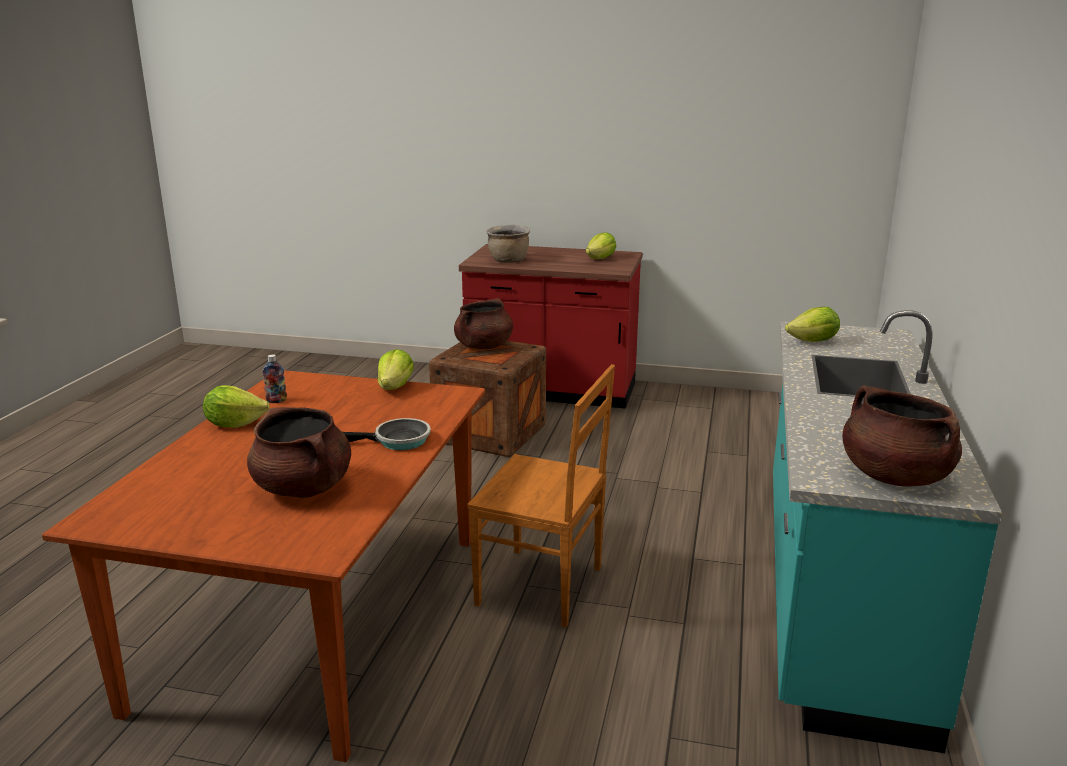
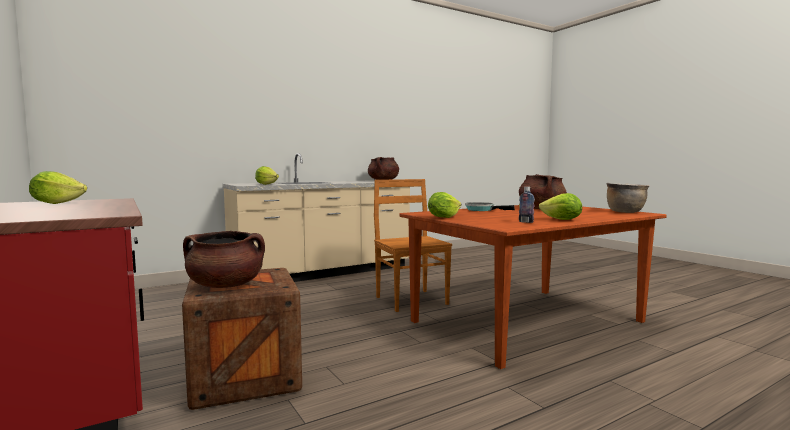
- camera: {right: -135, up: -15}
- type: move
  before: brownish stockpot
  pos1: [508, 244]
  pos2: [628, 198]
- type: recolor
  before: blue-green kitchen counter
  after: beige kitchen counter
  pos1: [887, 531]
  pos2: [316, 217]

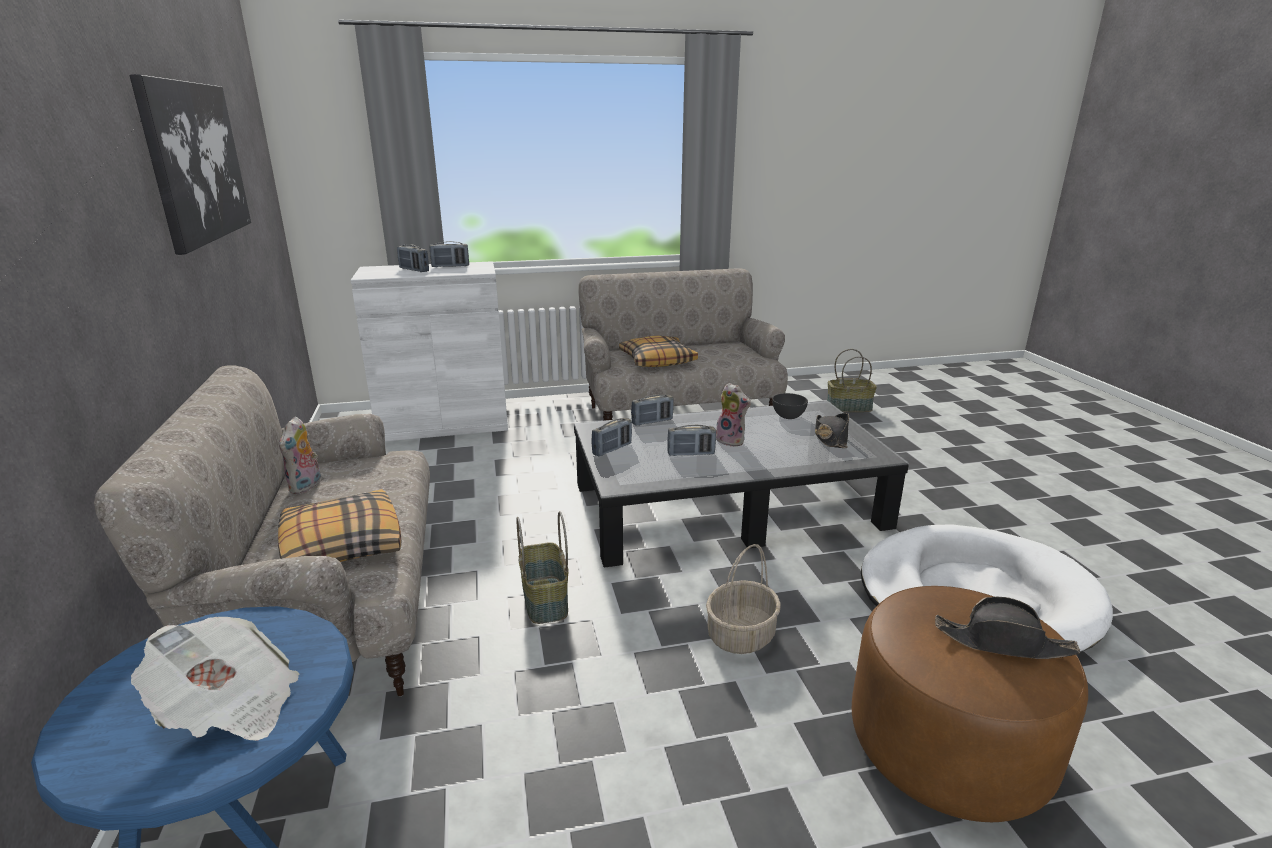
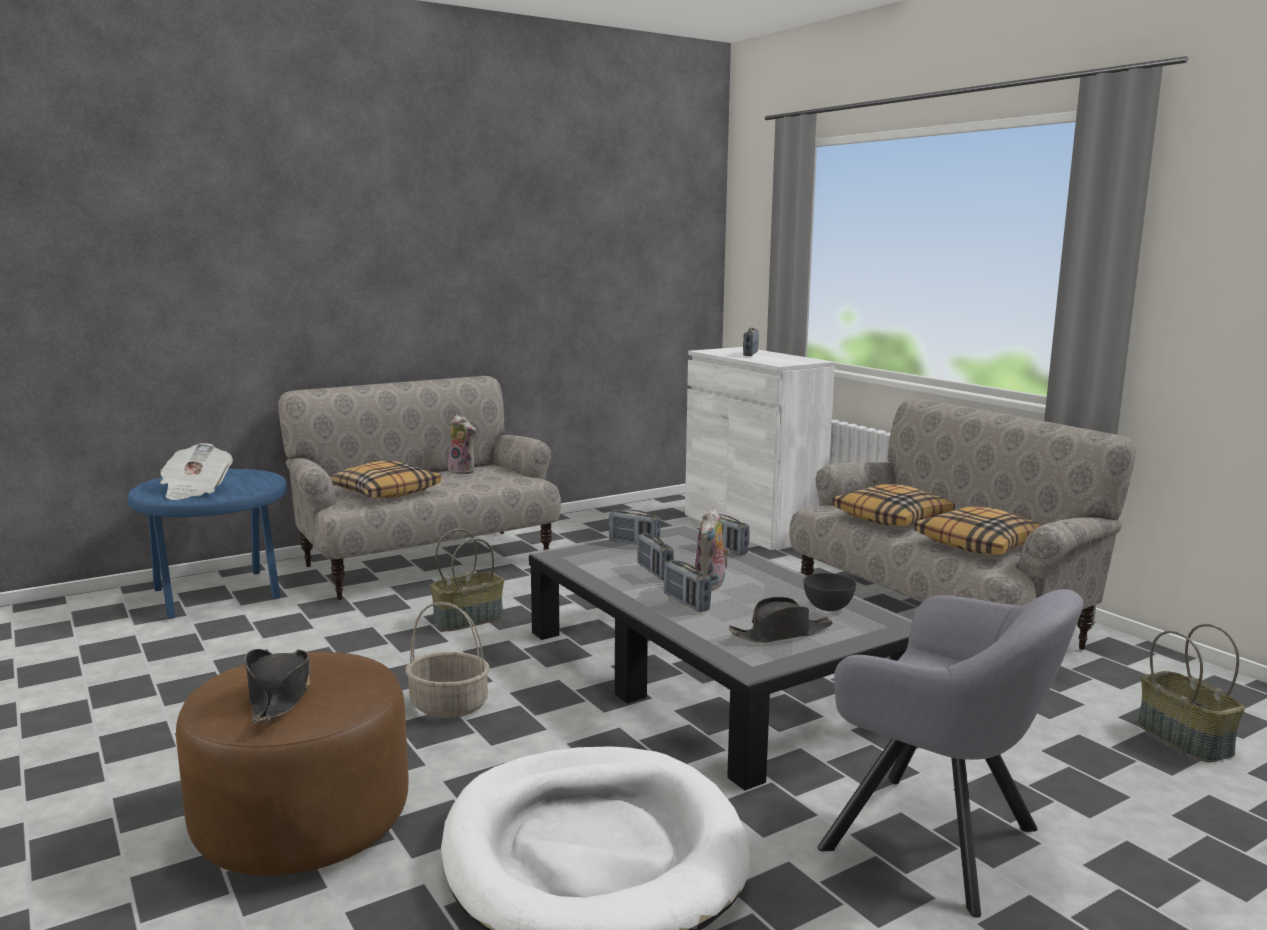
- camera: {right: 70, up: -10}
- type: delete
  before: picture
  pos1: [190, 164]
- type: rotate
  before: plush toy
  pos1: [300, 455]
  pos2: [461, 444]
  turn: -135
- type: move
  before: radio
  pos1: [449, 254]
  pos2: [687, 586]
- type: insert
  after: gray lounge chair
  pos2: [950, 753]
- type: insert
  after: cushion
  pos2: [978, 531]

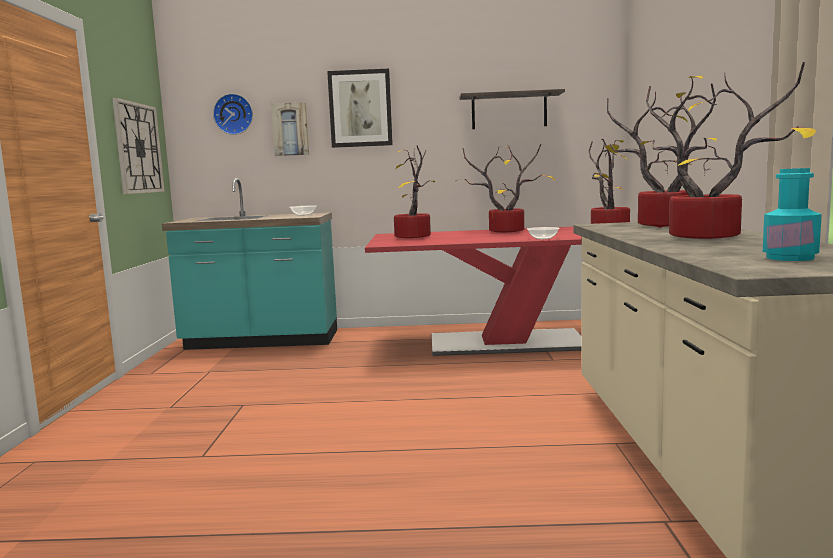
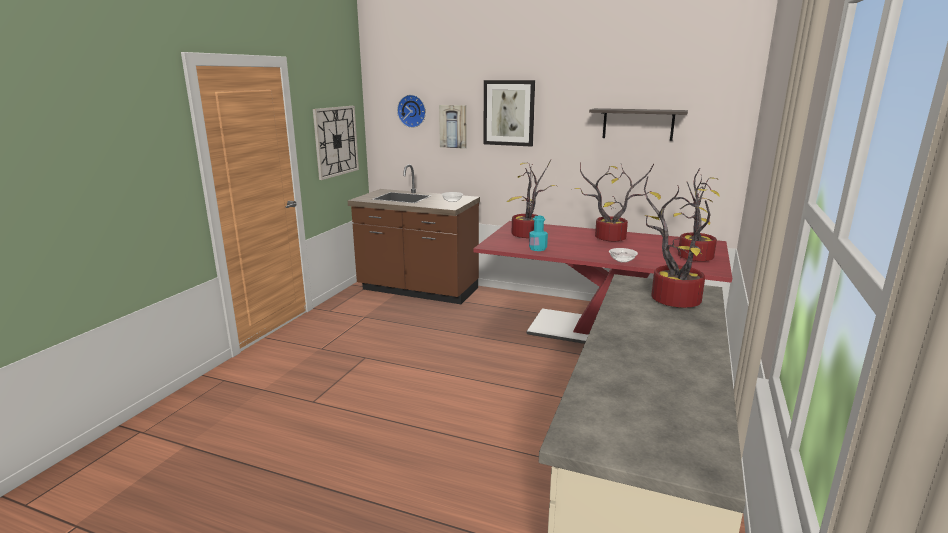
- camera: {right: 20, up: 10}
- type: recolor
  before: blue-green kitchen counter
  after: brownish kitchen counter
  pos1: [249, 264]
  pos2: [414, 234]
- type: delete
  before: houseplant
  pos1: [728, 150]
- type: move
  before: blue-green bottle
  pos1: [792, 214]
  pos2: [538, 233]

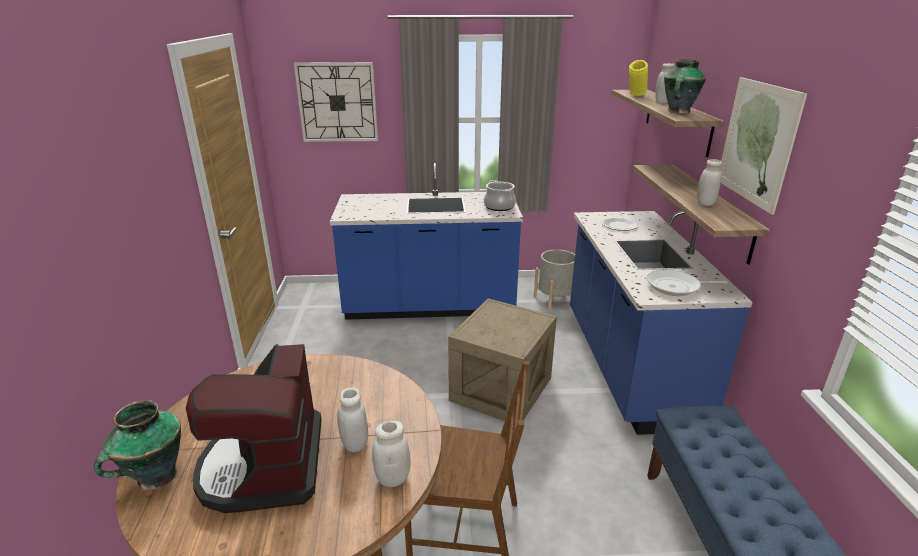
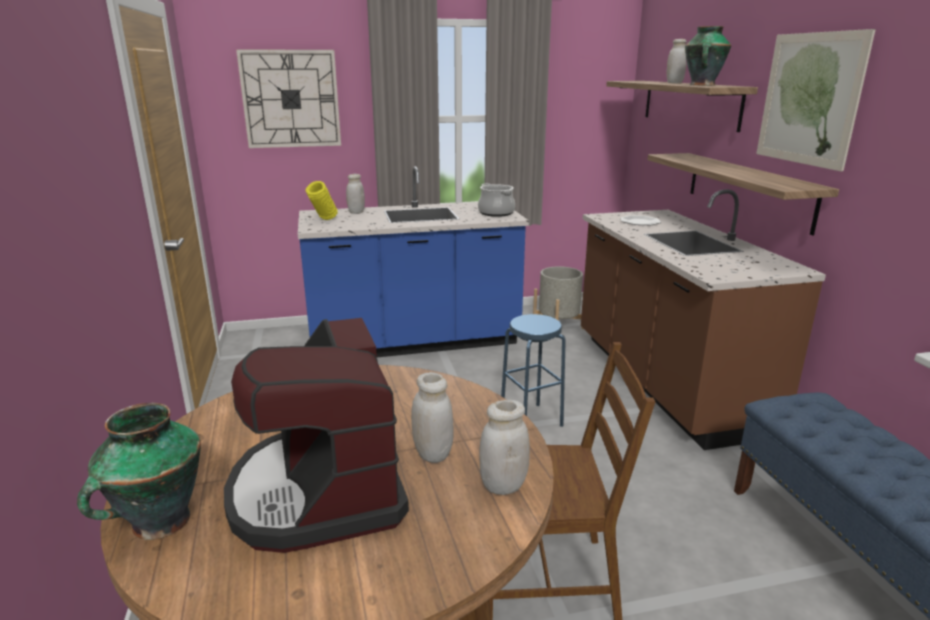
- camera: {right: -10, up: -5}
- type: replace
  before: packing crate
  after: blue stool seat
  pos1: [502, 360]
  pos2: [533, 370]
- type: recolor
  before: blue kitchen counter
  after: brownish kitchen counter
  pos1: [661, 323]
  pos2: [703, 319]
- type: move
  before: yellowish flower vase
  pos1: [638, 78]
  pos2: [321, 200]
- type: delete
  before: frying pan
  pos1: [687, 283]
- type: move
  before: white-coloured storage jar
  pos1: [709, 182]
  pos2: [355, 194]

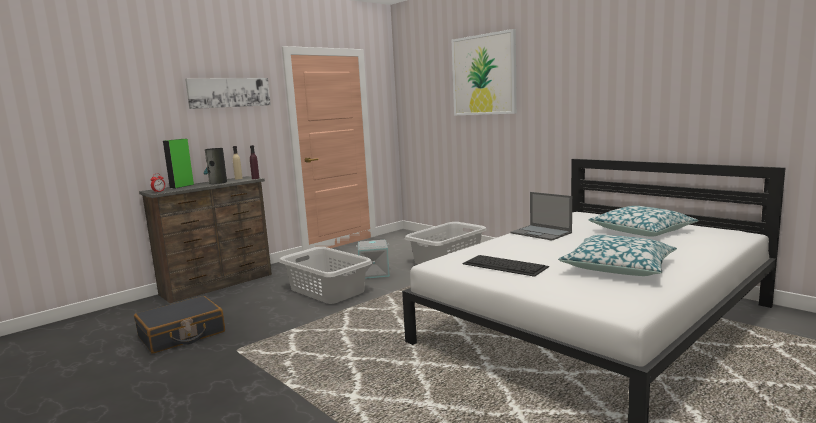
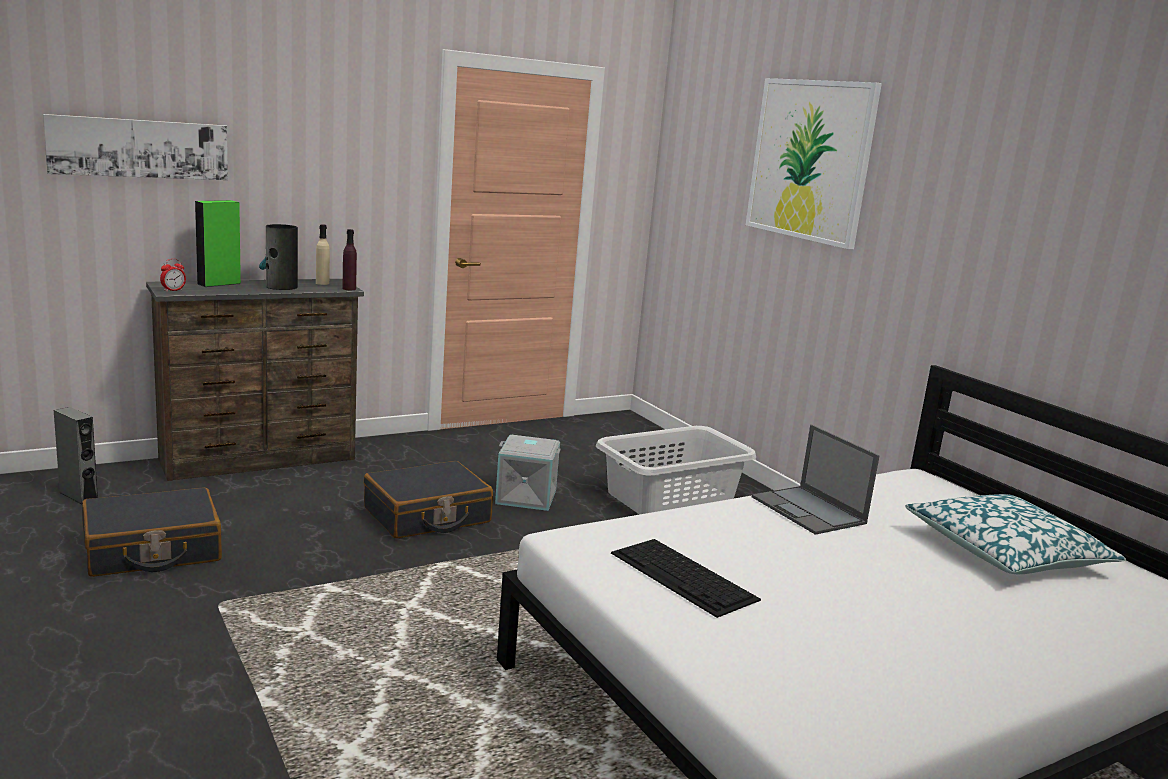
- camera: {right: 10, up: 5}
- type: move
  before: picture
  pos1: [228, 93]
  pos2: [135, 147]
- type: replace
  before: gray washing basket
  after: black-coloured suitcase
  pos1: [325, 275]
  pos2: [428, 499]
- type: delete
  before: cushion
  pos1: [617, 255]
- type: insert
  after: gray speaker
  pos2: [76, 456]

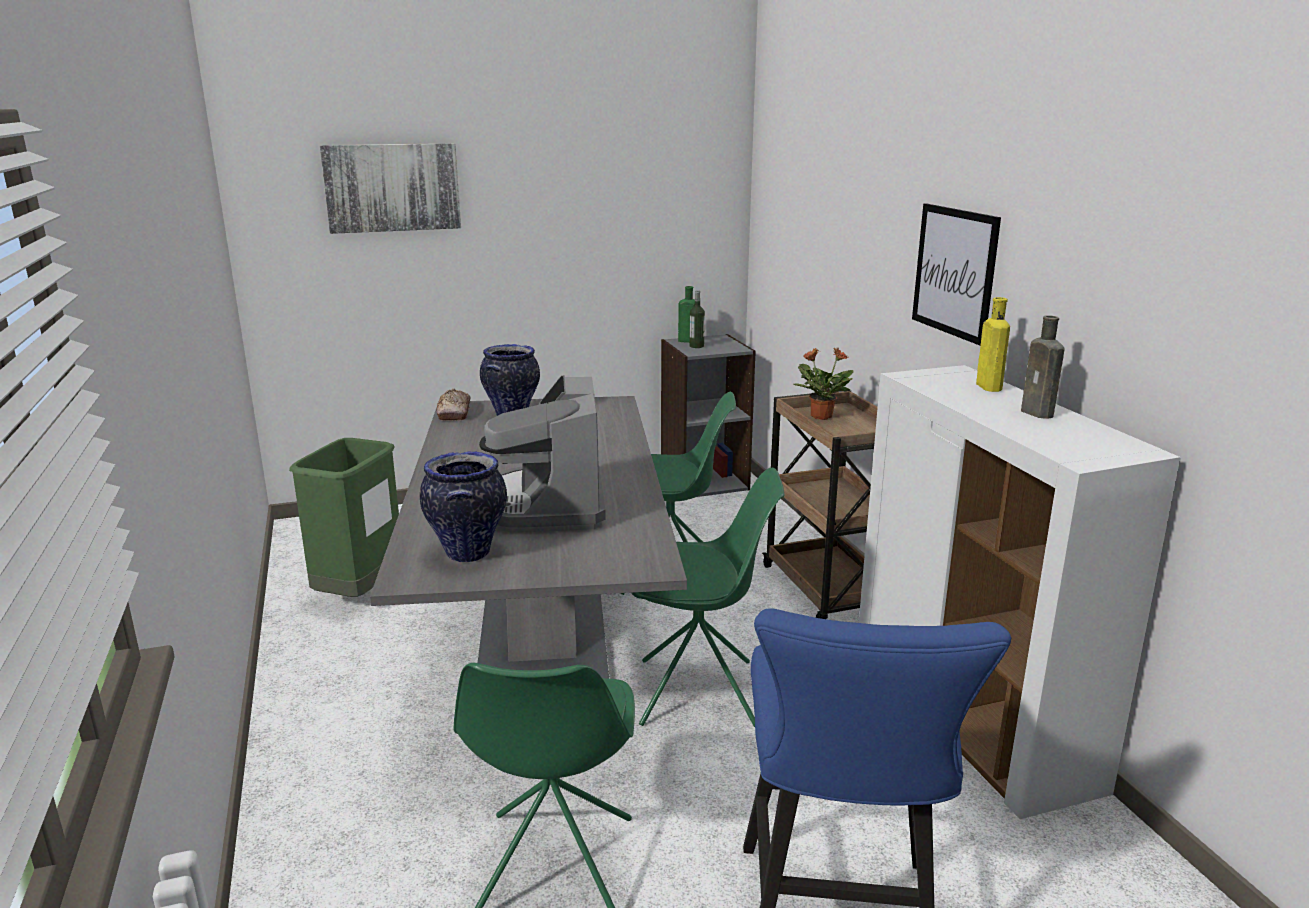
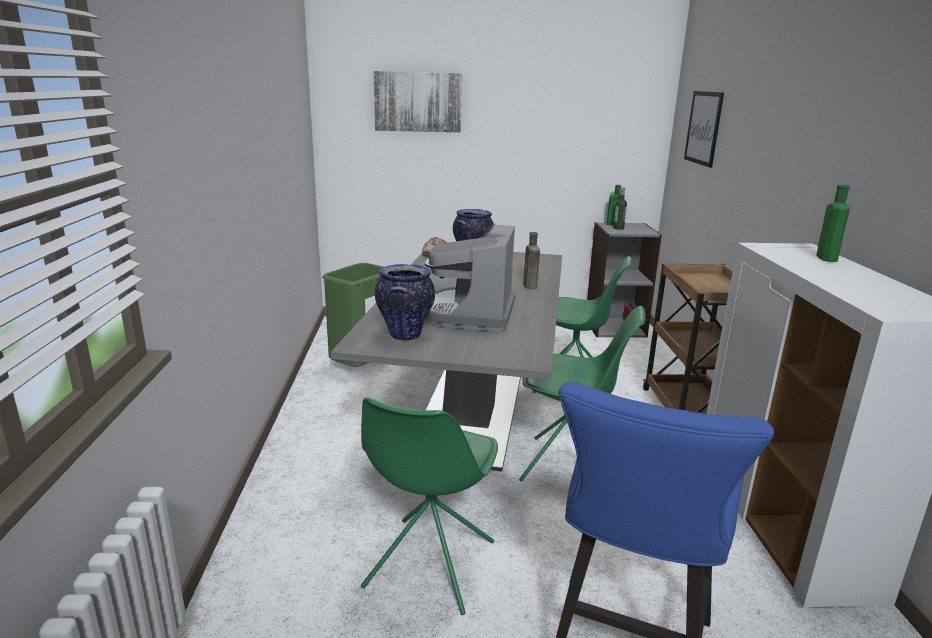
- camera: {right: 15, up: 0}
- type: delete
  before: houseplant
  pos1: [824, 383]
- type: move
  before: picture
  pos1: [956, 274]
  pos2: [704, 129]
- type: recolor
  before: yellowish bottle
  after: green-coloured bottle
  pos1: [993, 344]
  pos2: [833, 223]
- type: move
  before: brownish bottle
  pos1: [1043, 367]
  pos2: [531, 260]

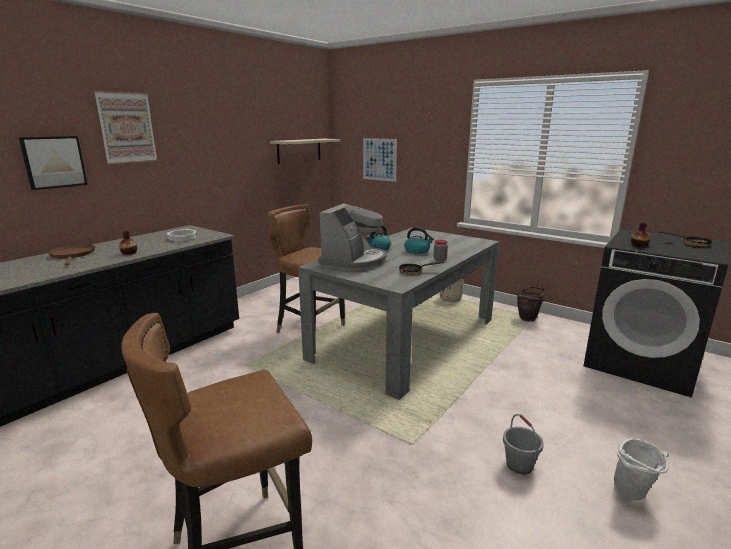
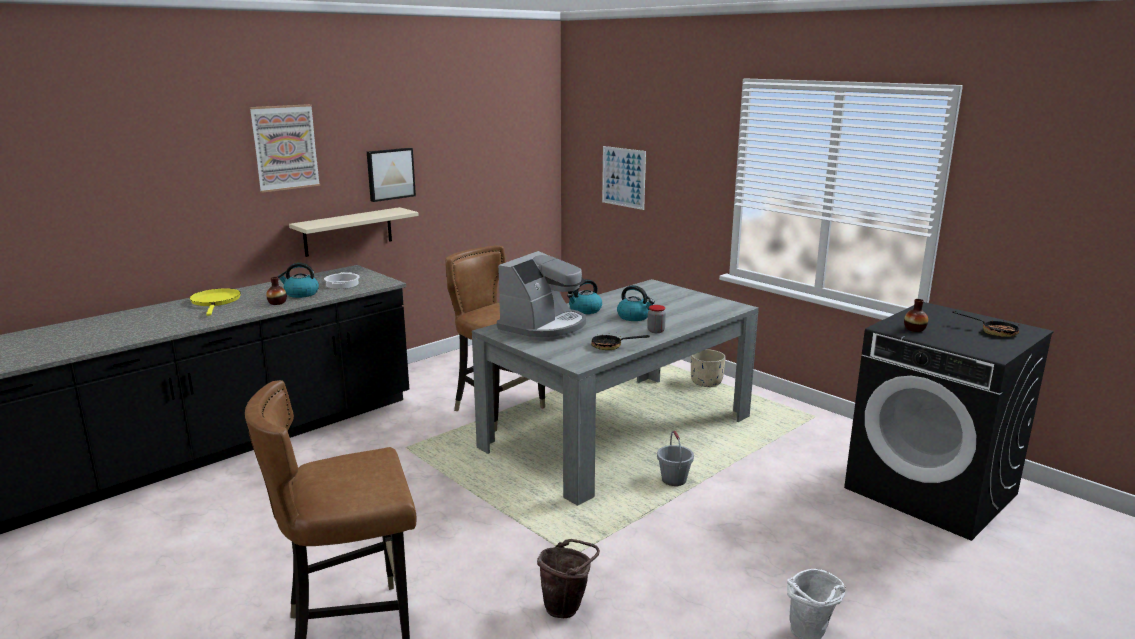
- camera: {right: 10, up: 0}
- type: move
  before: picture
  pos1: [53, 163]
  pos2: [391, 175]
- type: recolor
  before: brownish frying pan
  after: yellowish frying pan
  pos1: [71, 254]
  pos2: [215, 302]
- type: move
  before: beige bracket shelf
  pos1: [305, 151]
  pos2: [354, 232]
- type: move
  before: gray bucket
  pos1: [523, 444]
  pos2: [675, 458]
- type: move
  before: brownish bucket
  pos1: [530, 304]
  pos2: [568, 578]
- type: insert
  after: kettle
  pos2: [298, 280]

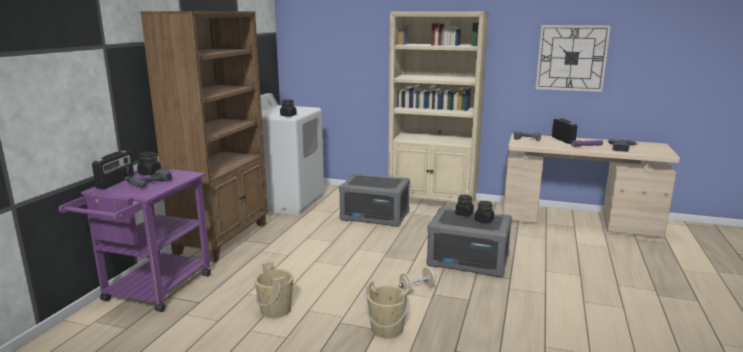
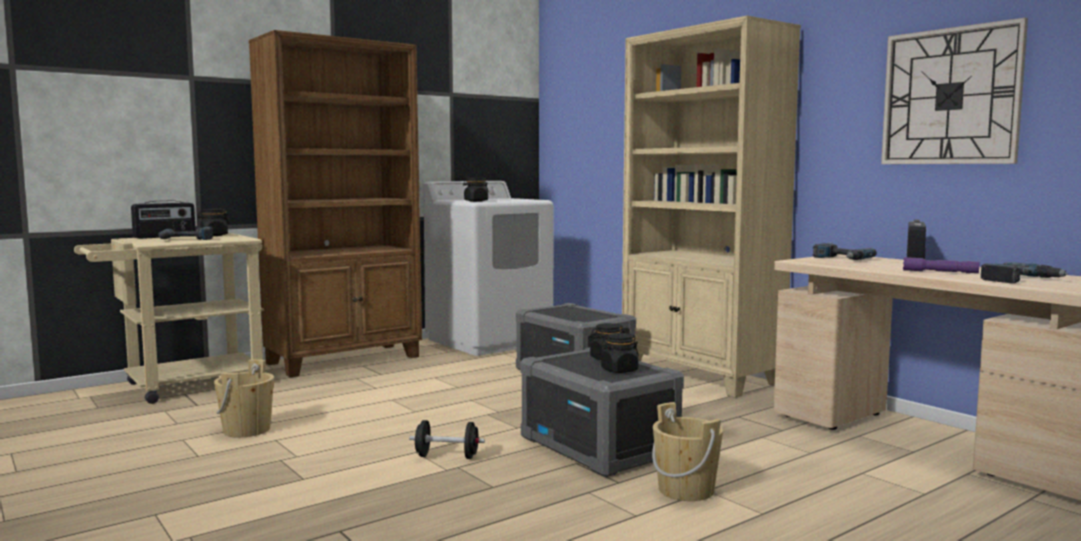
- camera: {right: 35, up: -10}
- type: recolor
  before: purplish trolley
  after: beige trolley
  pos1: [134, 240]
  pos2: [170, 318]
- type: move
  before: beige bucket
  pos1: [387, 309]
  pos2: [687, 451]
- type: recolor
  before: beige dumbbell
  after: black-coloured dumbbell
  pos1: [417, 280]
  pos2: [447, 439]

